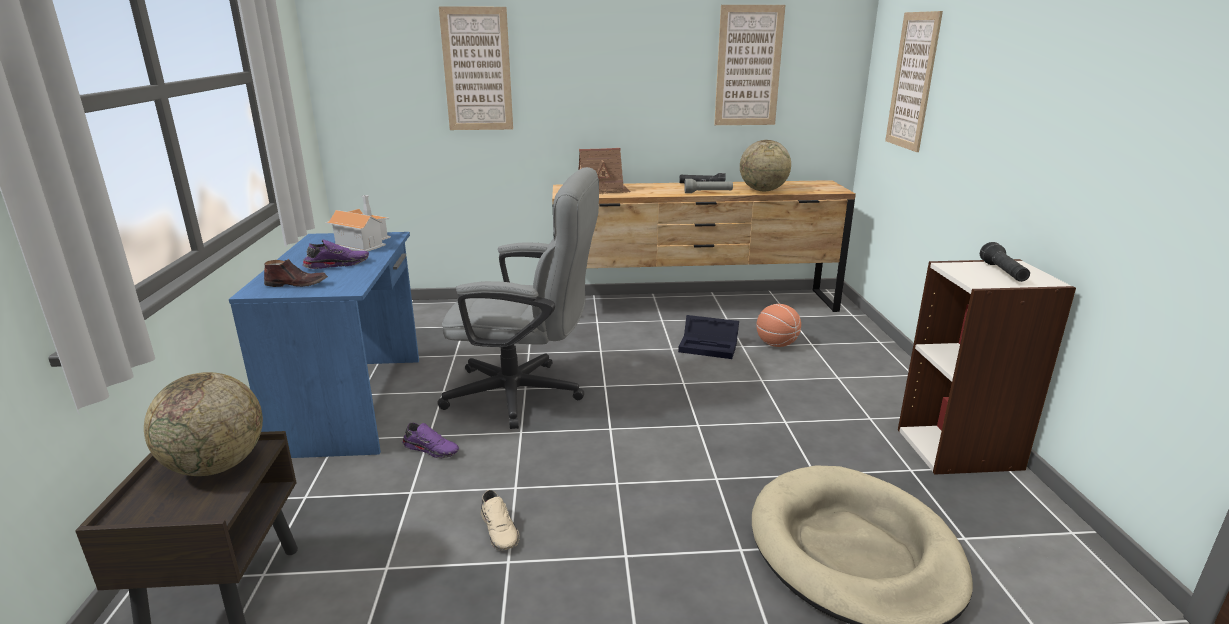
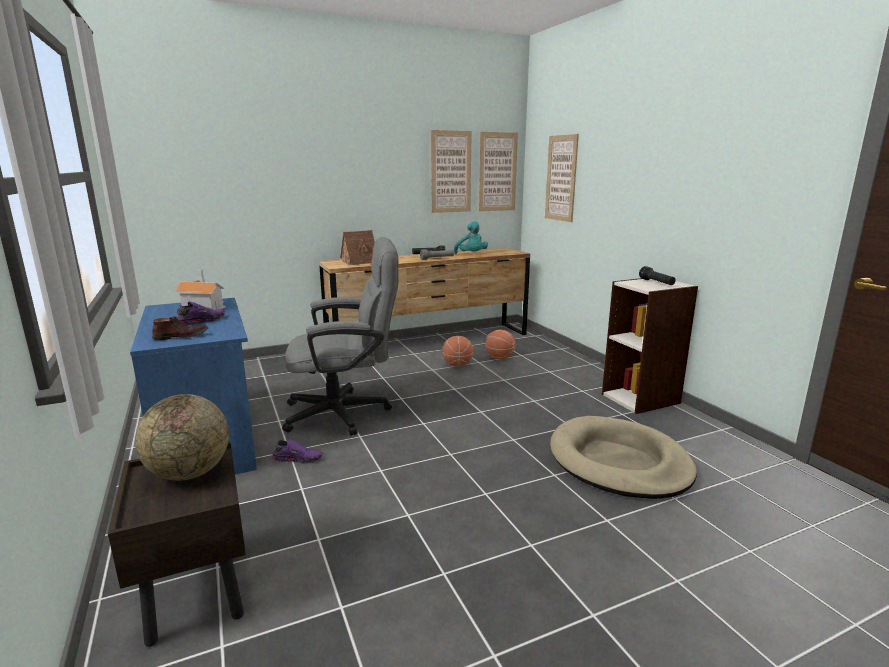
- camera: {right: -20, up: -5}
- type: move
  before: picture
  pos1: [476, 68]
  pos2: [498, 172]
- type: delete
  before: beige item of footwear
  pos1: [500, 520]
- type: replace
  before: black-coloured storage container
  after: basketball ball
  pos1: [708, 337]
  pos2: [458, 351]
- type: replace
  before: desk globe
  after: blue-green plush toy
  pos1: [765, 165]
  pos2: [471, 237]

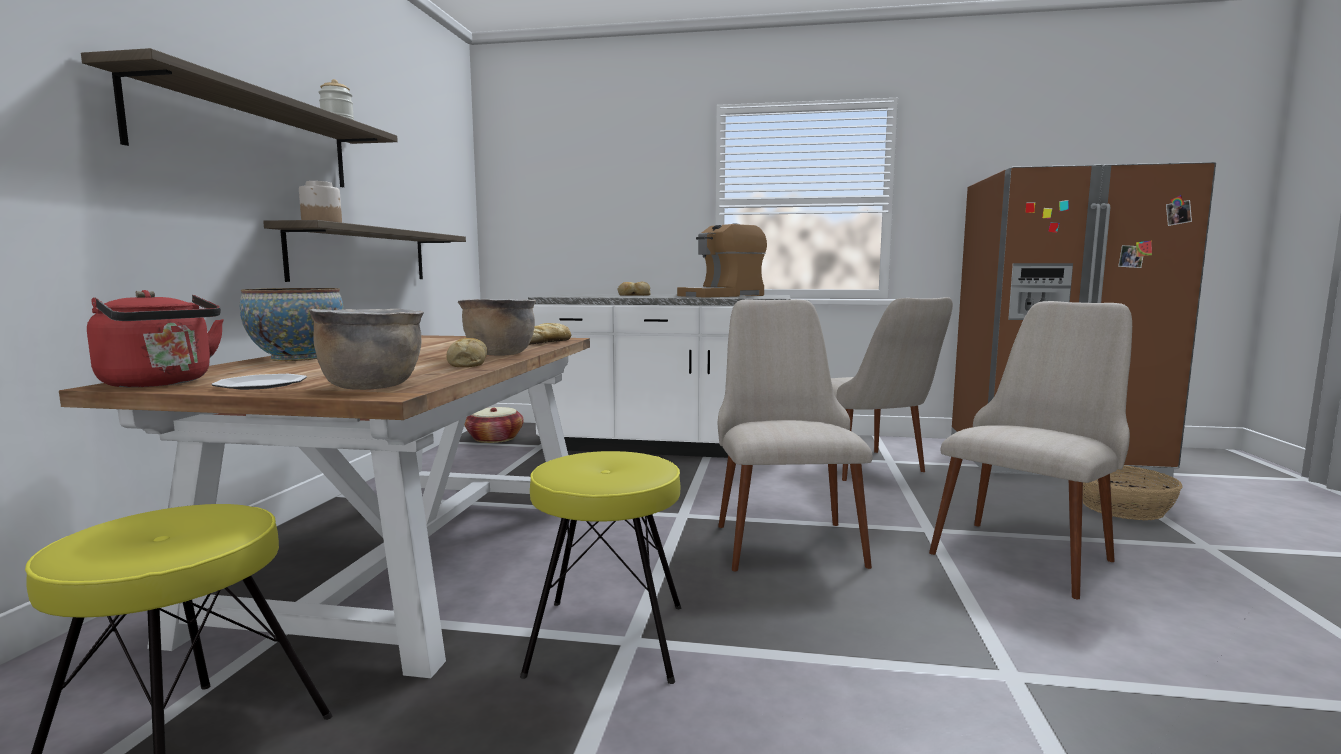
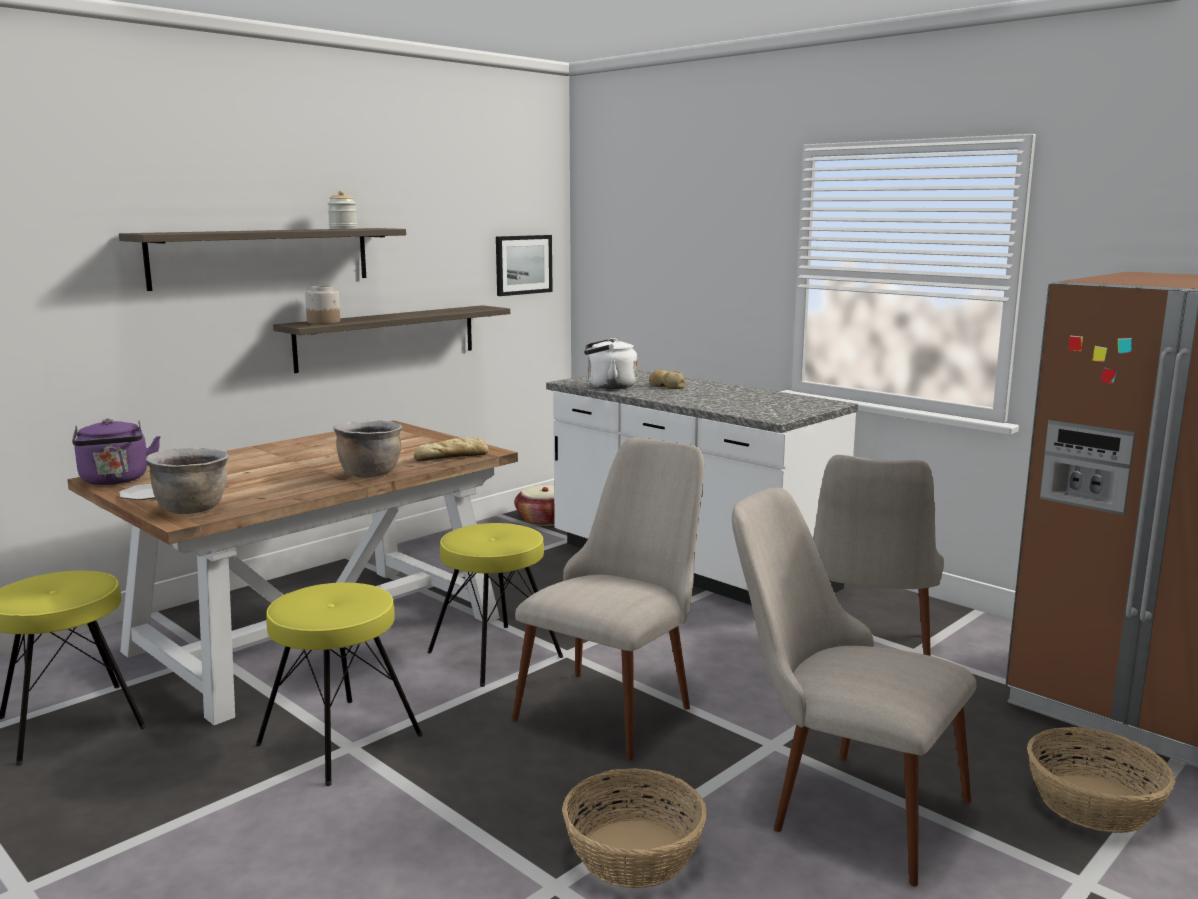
- camera: {right: 35, up: 5}
- type: recolor
  before: red-coloured kettle
  after: purplish kettle
  pos1: [155, 338]
  pos2: [116, 451]
- type: delete
  before: serving bowl
  pos1: [292, 324]
- type: delete
  before: bread
  pos1: [466, 352]
- type: delete
  before: coffee machine
  pos1: [722, 260]
- type: rotate
  before: beige chair
  pos1: [1030, 450]
  pos2: [854, 687]
  turn: -135
- type: insert
  after: yellowish stool seat
  pos2: [495, 605]
- type: insert
  after: picture
  pos2: [524, 265]
- type: insert
  after: household basket
  pos2: [634, 828]
- type: insert
  after: white-coloured kettle
  pos2: [611, 363]

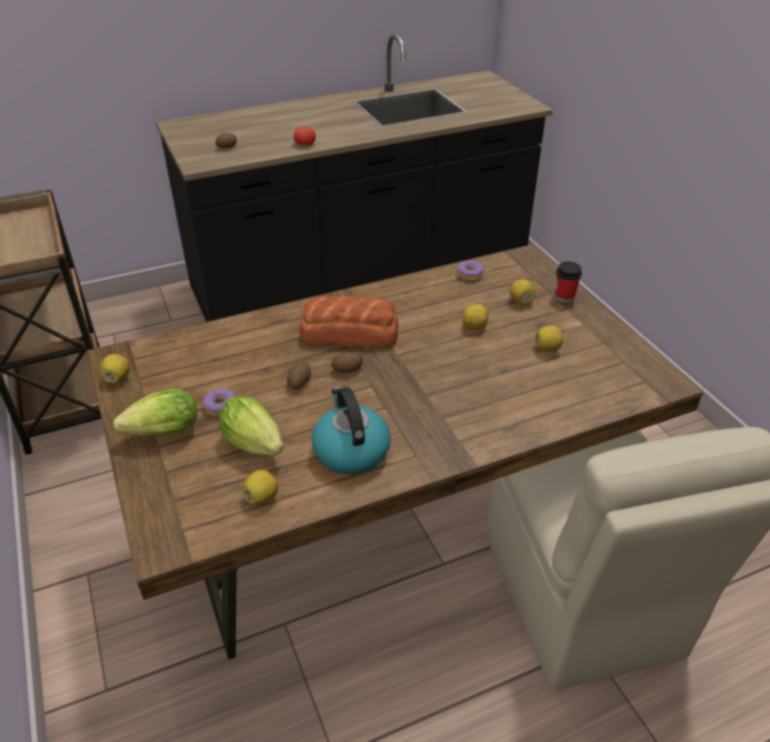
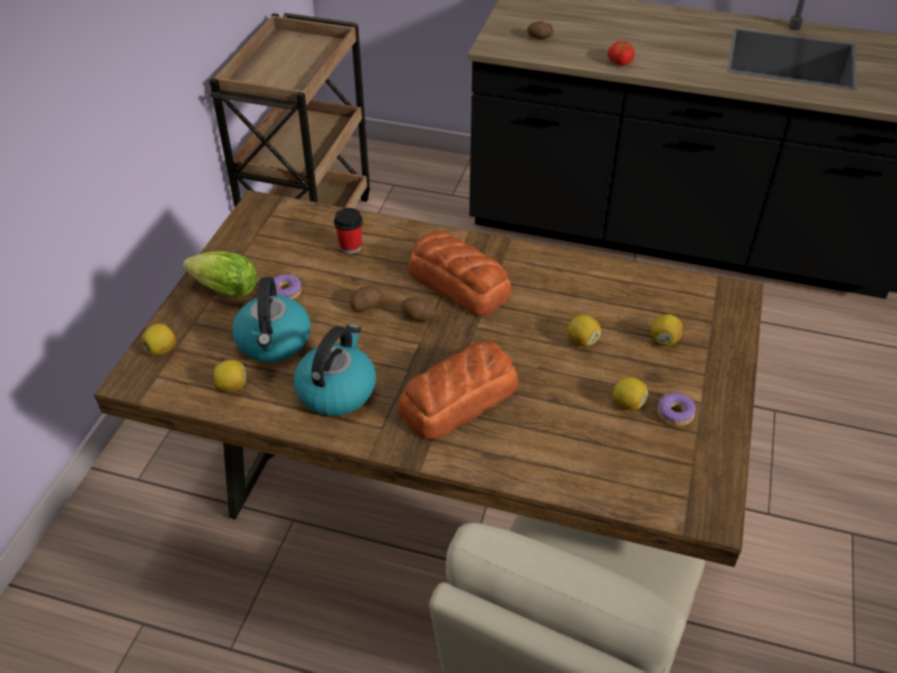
- camera: {right: 40, up: 5}
- type: move
  before: whole lemon
  pos1: [114, 368]
  pos2: [158, 339]
- type: replace
  before: lettuce head
  after: kettle
  pos1: [251, 425]
  pos2: [271, 319]
- type: move
  before: doughnut
  pos1: [470, 270]
  pos2: [676, 409]
- type: move
  before: small cup
  pos1: [568, 282]
  pos2: [348, 231]
- type: insert
  after: bread
  pos2: [458, 389]

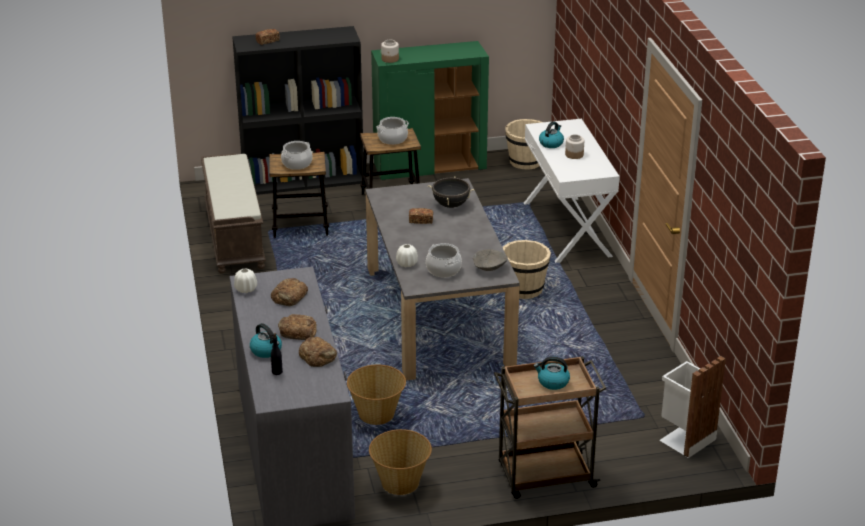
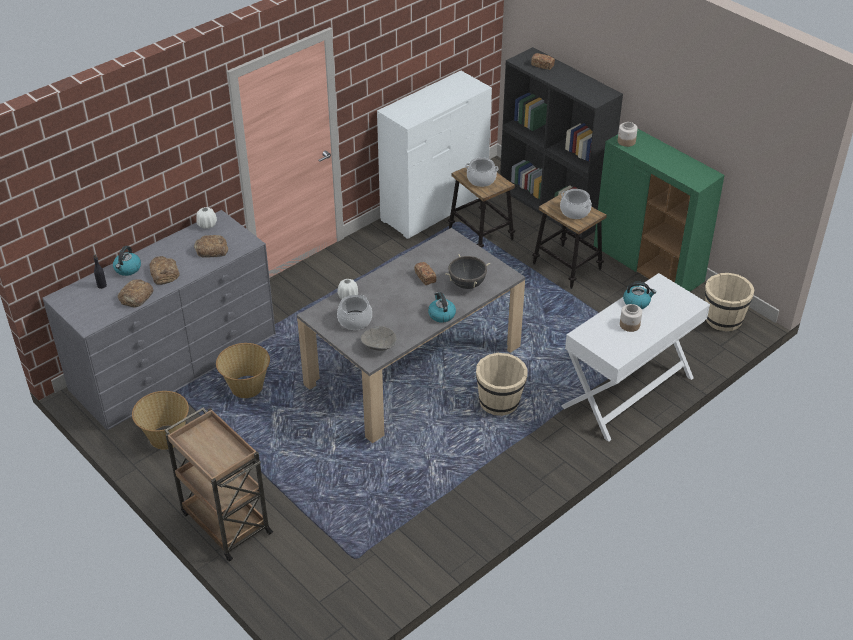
- camera: {right: 60, up: 10}
- type: replace
  before: brownish indoor bench
  after: white-coloured chest of drawers
  pos1: [233, 214]
  pos2: [434, 155]
- type: move
  before: kettle
  pos1: [552, 373]
  pos2: [442, 307]
- type: delete
  before: white-coloured waste bin
  pos1: [692, 407]

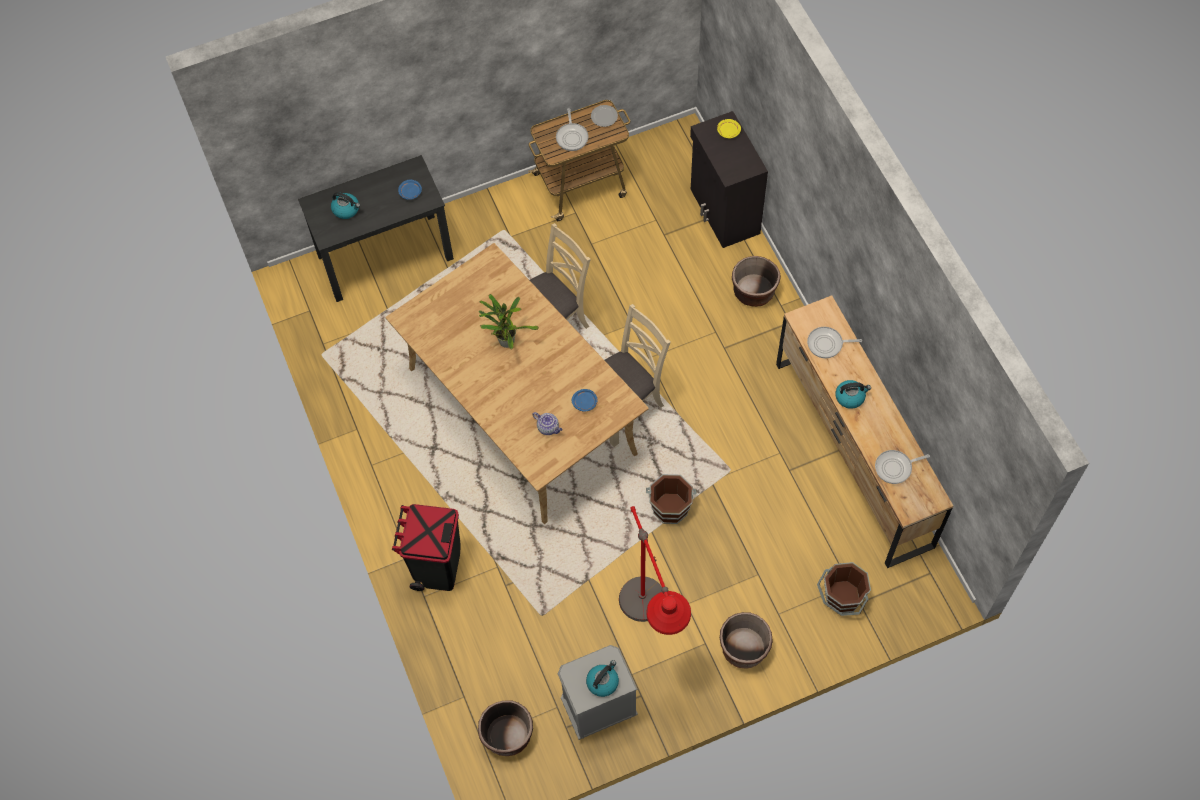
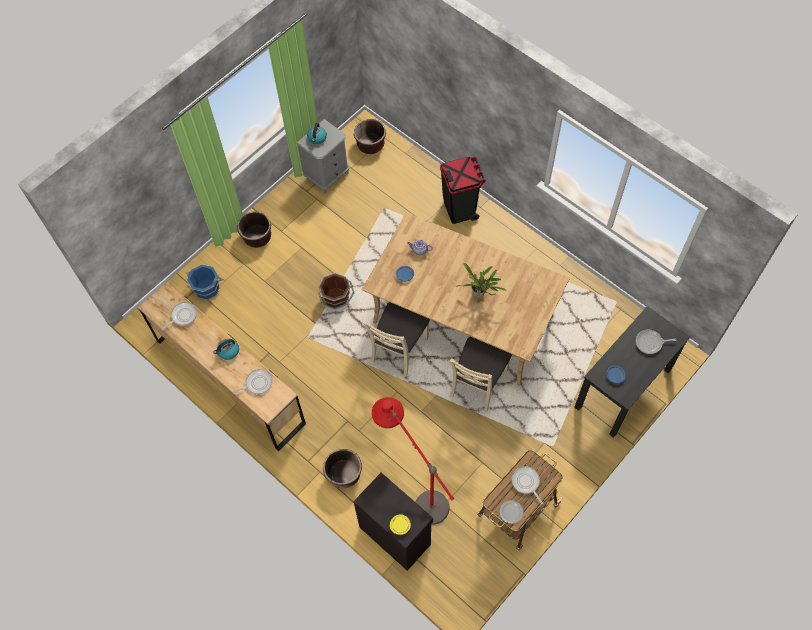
- camera: {right: 155, up: 0}
- type: replace
  before: kettle
  after: frying pan
  pos1: [345, 205]
  pos2: [656, 342]
- type: move
  before: red-coloured standard lamp
  pos1: [655, 570]
  pos2: [413, 461]
- type: recolor
  before: brownish bucket
  after: blue bucket
  pos1: [844, 589]
  pos2: [204, 282]

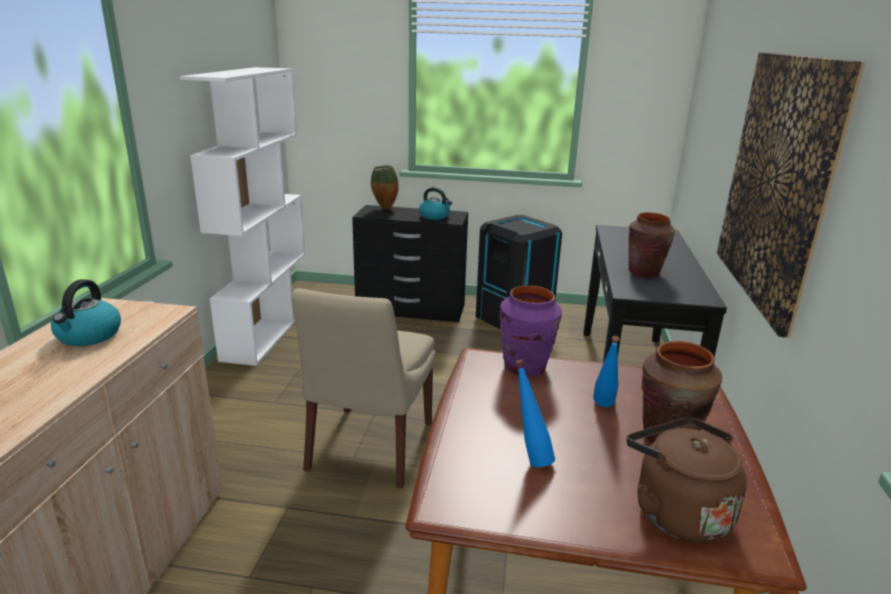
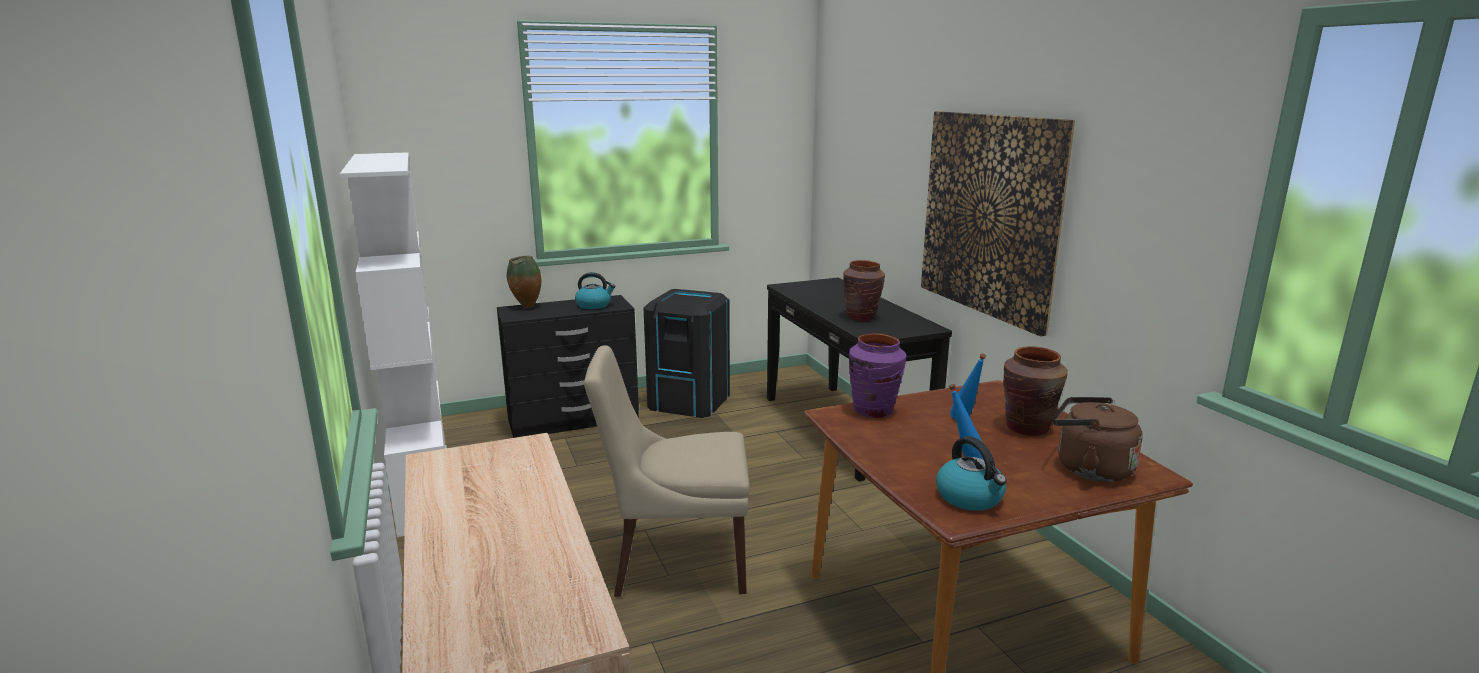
- camera: {right: -30, up: -5}
- type: move
  before: kettle
  pos1: [86, 312]
  pos2: [971, 473]
- type: rotate
  before: beige chair
  pos1: [363, 388]
  pos2: [667, 471]
  turn: 105

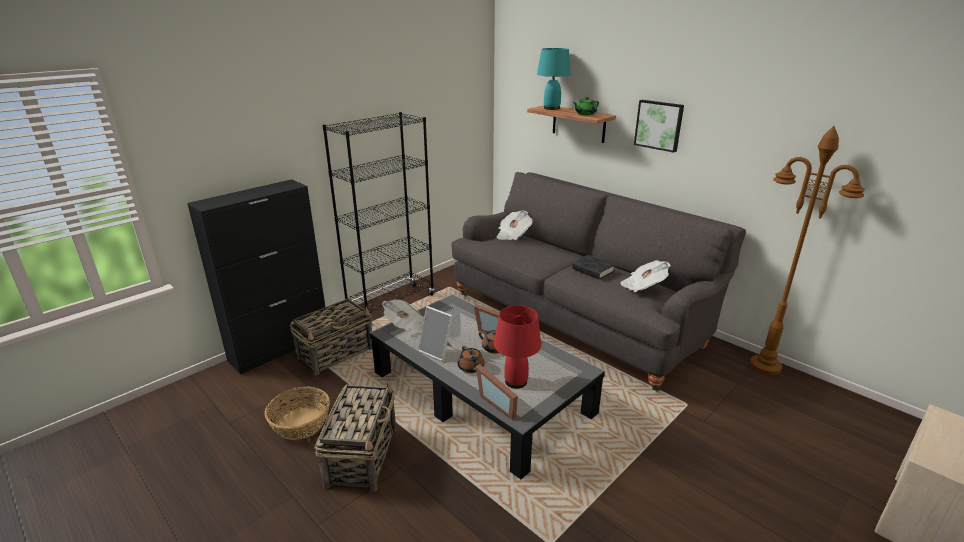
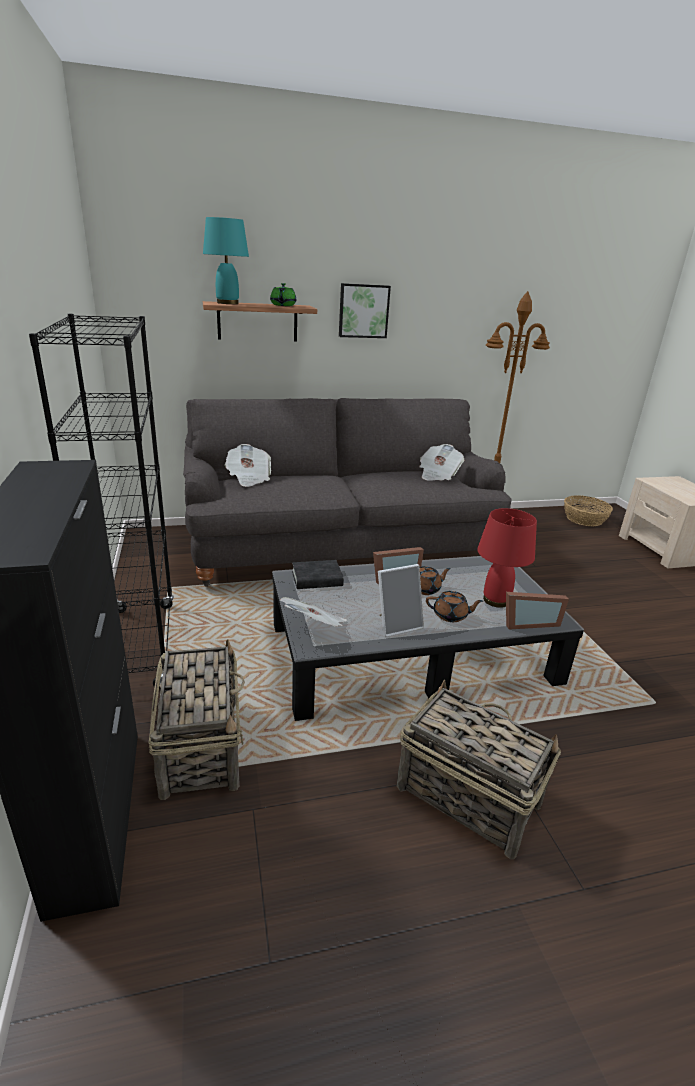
- camera: {right: -60, up: 0}
- type: move
  before: household basket
  pos1: [297, 413]
  pos2: [588, 510]
- type: move
  before: black-coloured volume
  pos1: [593, 267]
  pos2: [318, 574]

